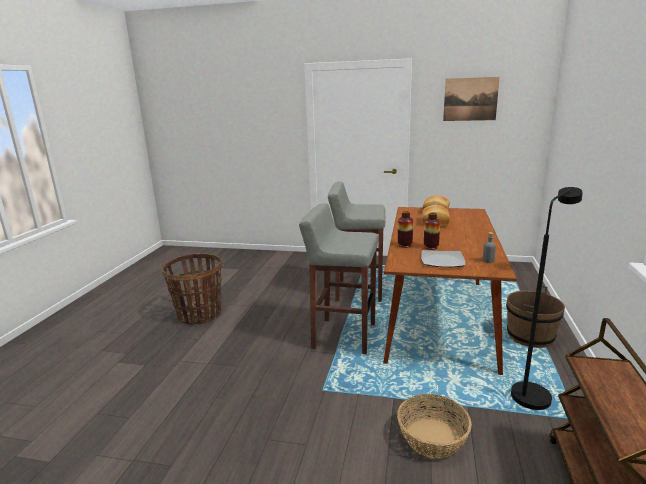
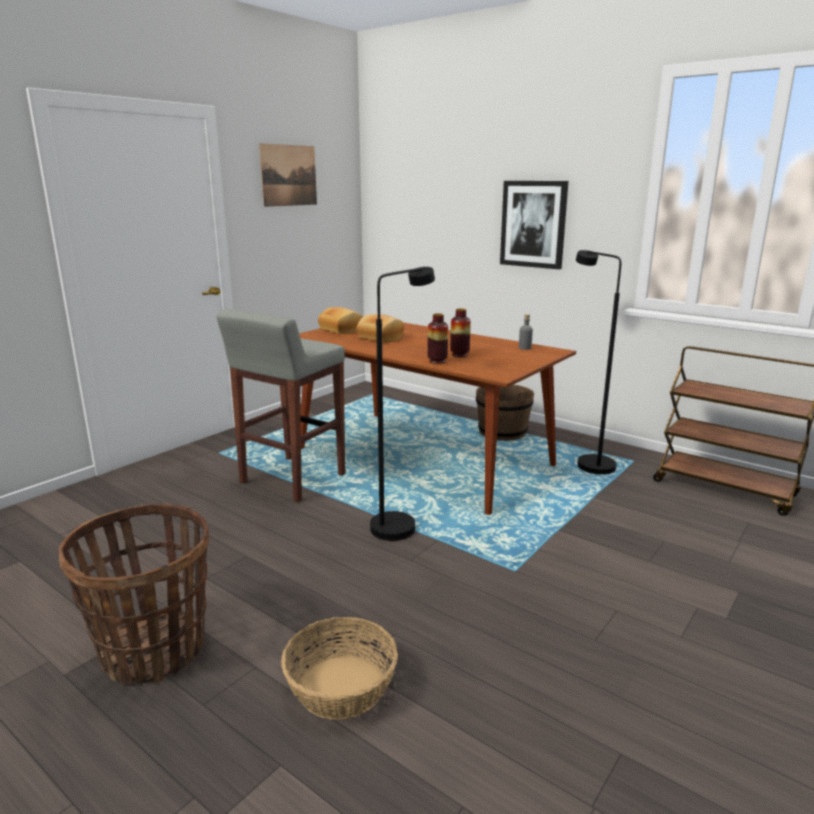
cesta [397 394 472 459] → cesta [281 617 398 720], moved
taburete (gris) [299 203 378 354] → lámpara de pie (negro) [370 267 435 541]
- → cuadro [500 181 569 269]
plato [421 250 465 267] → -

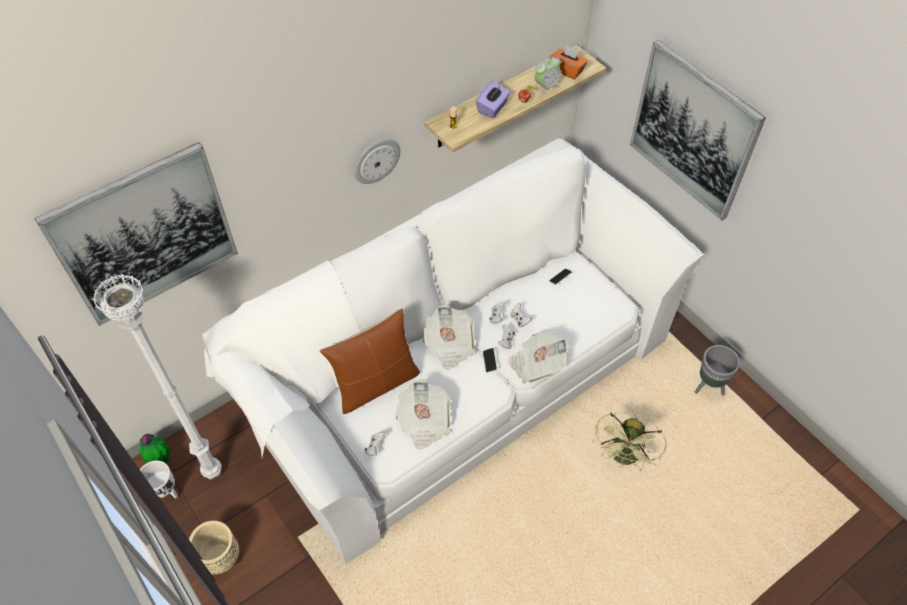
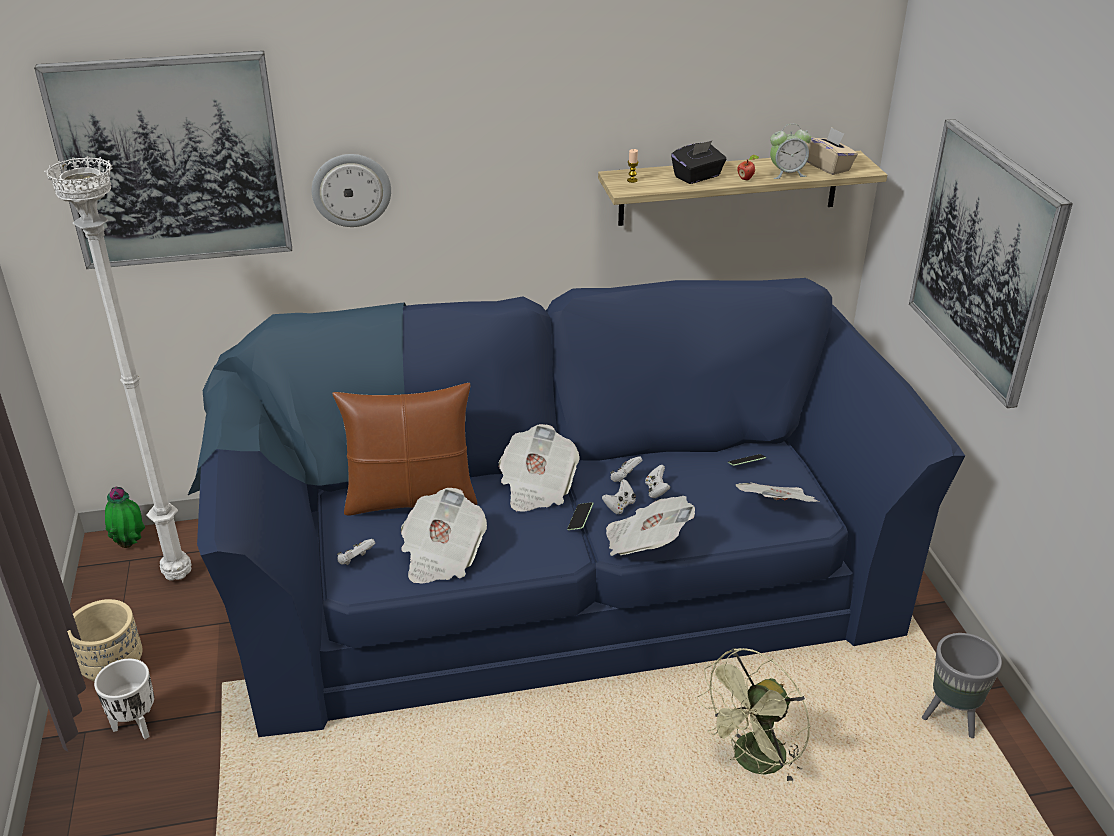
maceta (blanco) [140 460 178 499] → maceta (blanco) [94 659 154 739], moved
sofá (blanco) [203 138 704 564] → sofá (azul) [187 278 965 737]
reloj de pared [354 139 400 184] → reloj de pared [312 154 391 227], moved
caja de pañuelos (morado) [476 81 510 118] → caja de pañuelos (negro) [671 141 726 184]
- → periódico [735 482 819 502]
caja de pañuelos (naranja) [550 45 588 79] → caja de pañuelos (beis) [805 127 858 175]

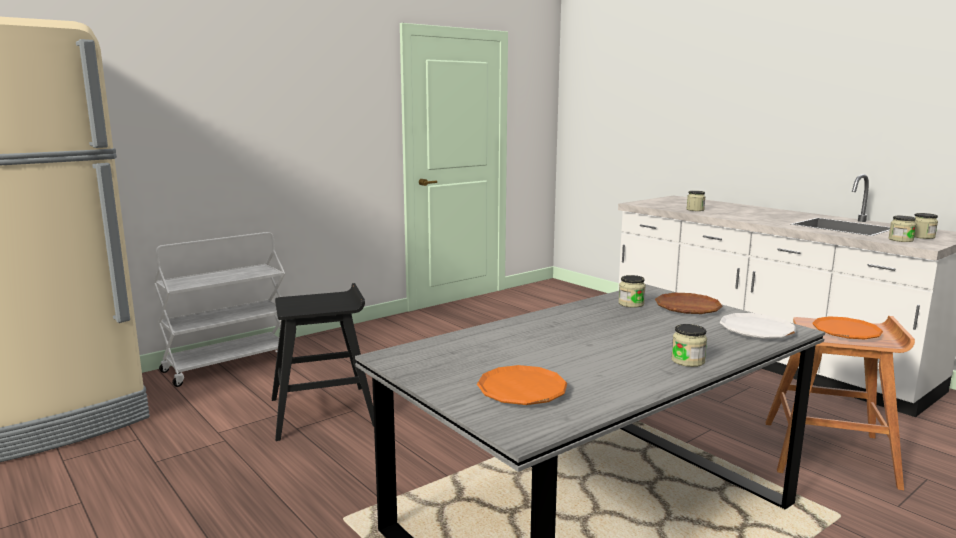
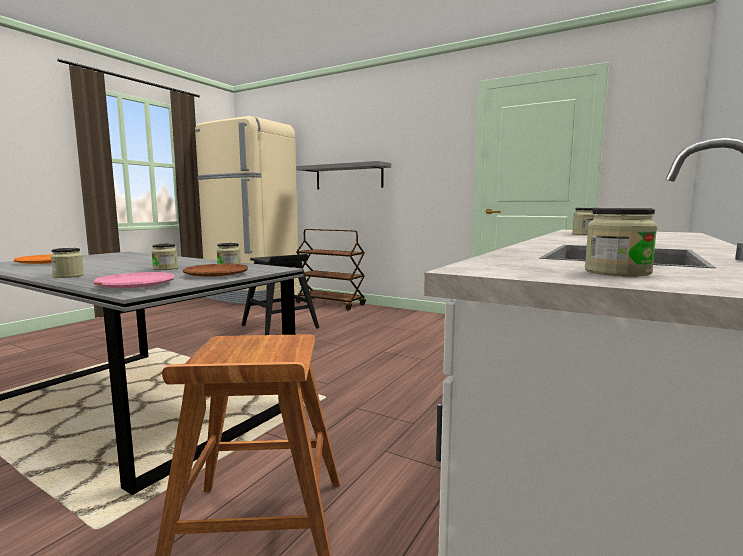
plato (blanco) [720 313 796 339] → plato (rosa) [93 272 174 288]
tarro [888 216 916 242] → tarro [151 244 178 270], moved
- → estante (gris) [296 161 391 190]
carrito (blanco) [153 232 285 387] → carrito (marrón) [296 229 366 310]
plato (naranja) [812 316 883 339] → -

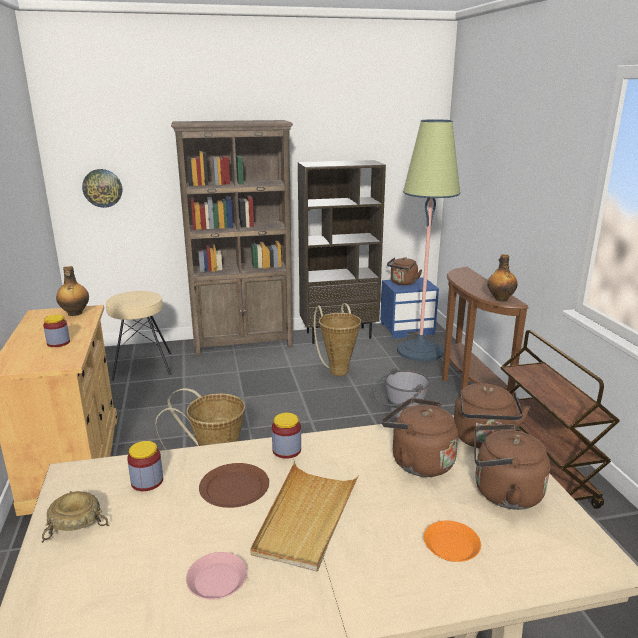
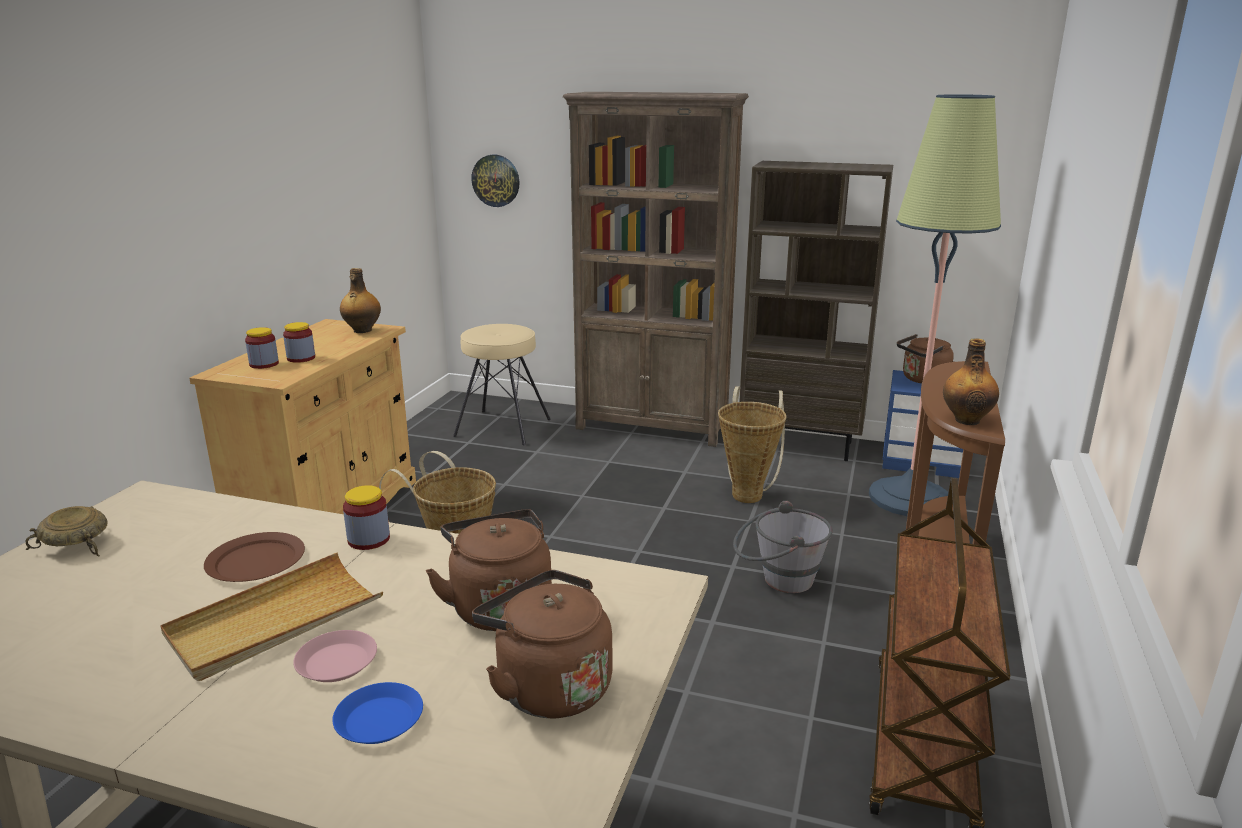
tarro [127 441 163 491] → tarro [245 327 279 369], moved
plato (rosa) [186 552 247 600] → plato (rosa) [293 630 377 682], moved
plato (naranja) [424 521 481 562] → plato (azul) [332 682 423 744]
hervidor (marrón) [454 383 530 448] → -

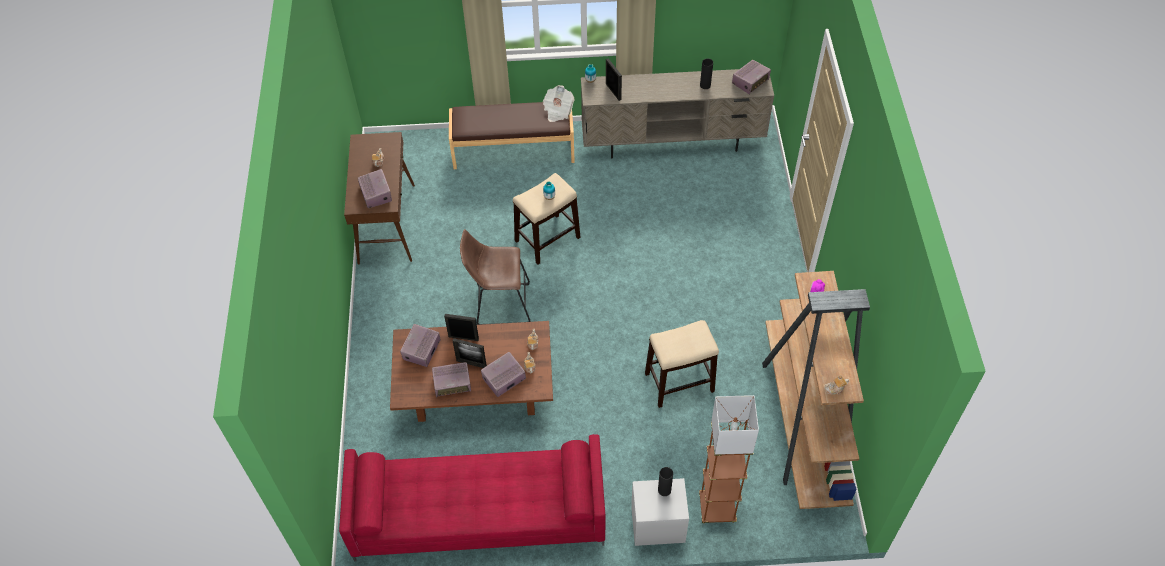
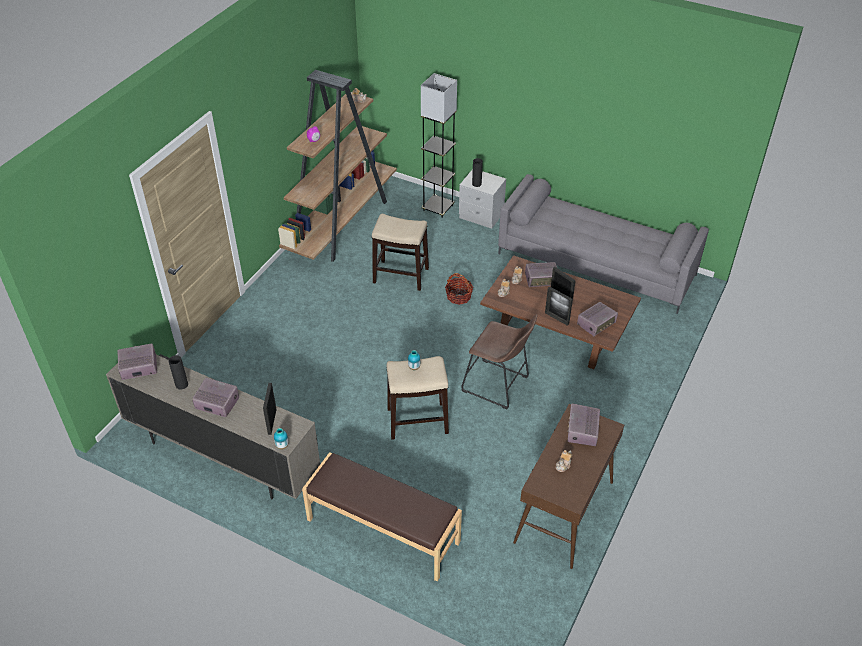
radio [432 362 471 397] → radio [192 378 239 417], moved
lámpara de pie (marrón) [699 395 759 523] → lámpara de pie (gris) [421 73 457 218]
- → cesta [445 273 473 305]
sofá (rojo) [339 434 605 561] → sofá (gris) [498 174 709 314]
periódico [543 85 574 122] → -

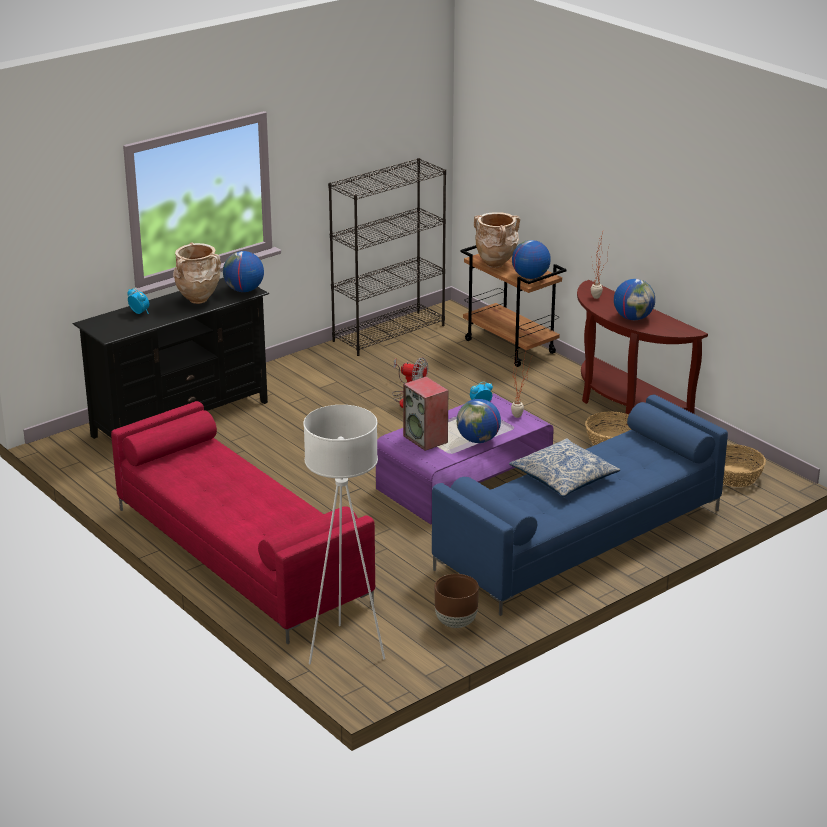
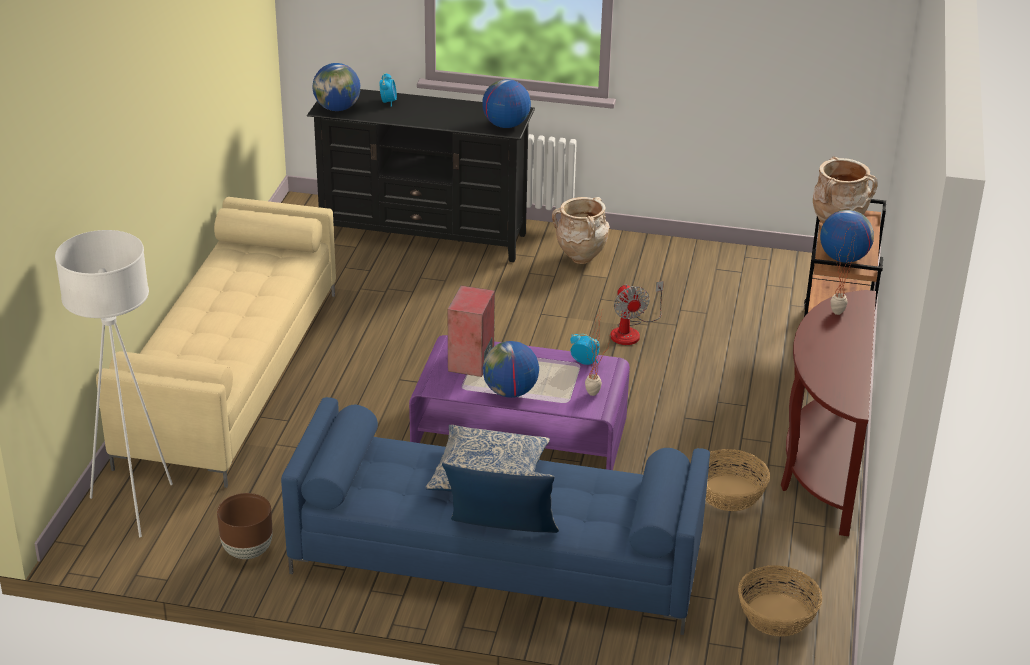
sofá (rojo) [111 401 375 644] → sofá (beis) [96 197 336 488]
globo terráqueo [614 279 655 320] → globo terráqueo [313 63 360 111], moved
- → cojín [442 462 559 533]
florero (beis) [173 242 221 304] → florero (beis) [552 197 610 264], moved
estantería (negro) [328 158 446 356] → -

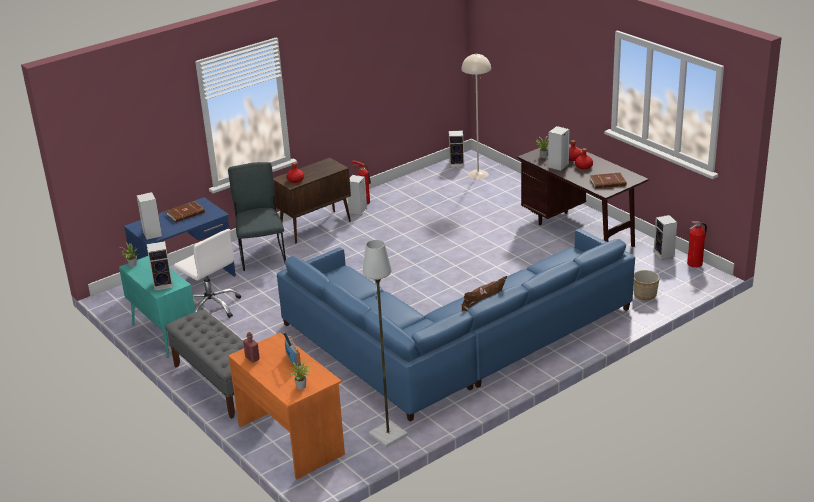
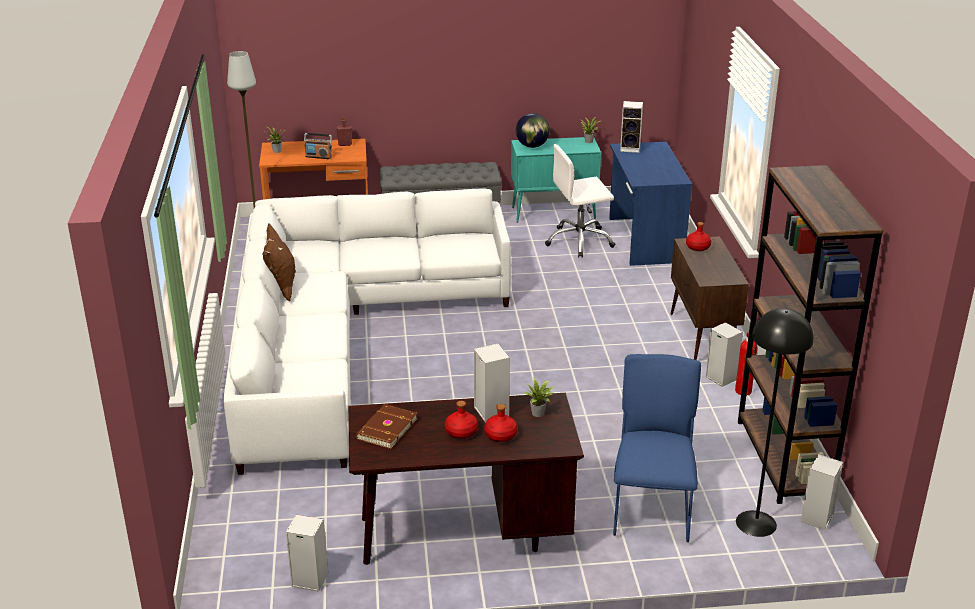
sofá (azul) [277 229 635 422] → sofá (blanco) [224 188 511 475]
altavoz [147 241 173 291] → globo terráqueo [516 113 550 148]
- → silla (azul) [613 354 701 542]
lámpara de pie (beis) [462 54 491 179] → lámpara de pie (negro) [736 308 814 537]
- → estantería (marrón) [738 165 883 504]
libro (marrón) [166 201 205 222] → -
silla (gris) [228 162 286 271] → -
maceta [633 270 660 300] → -
extintor [687 221 707 268] → -

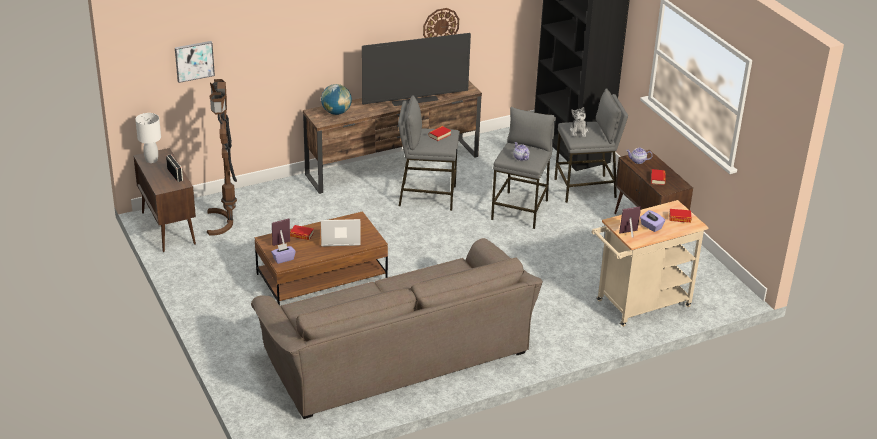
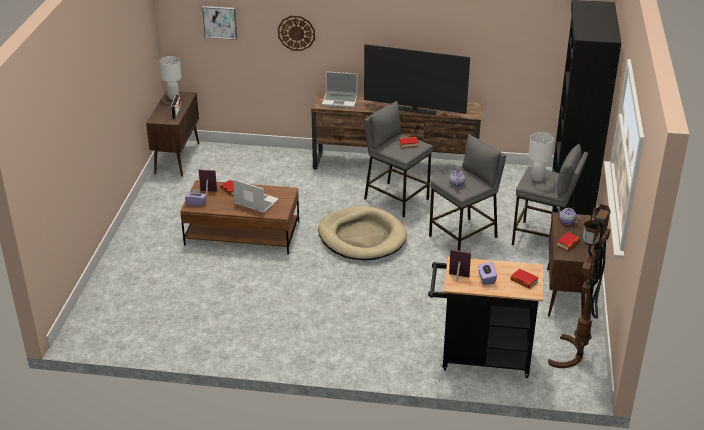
reloj de pared [423 8 459 38] → reloj de pared [278 16 315 51], moved
- → cama para perro (beis) [318 206 407 260]
globo terráqueo [321 84 352 115] → portátil [322 71 358 108]
carrito (beis) [592 200 709 327] → carrito (negro) [428 257 543 378]
peluche [570 107 589 137] → lámpara de mesa (blanco) [529 132 554 181]
lámpara de pie (marrón) [207 79 237 236] → lámpara de pie (marrón) [548 204 611 368], moved
sofá (marrón) [251 238 543 419] → -

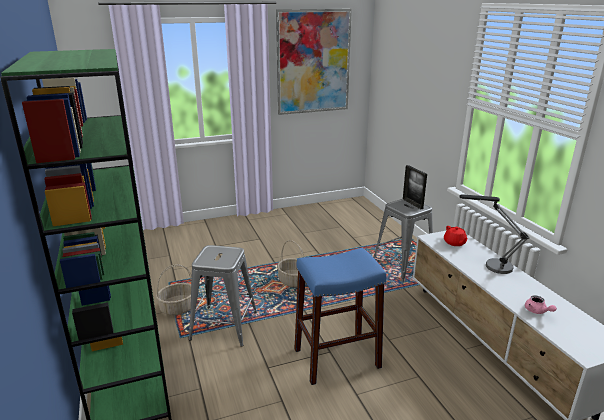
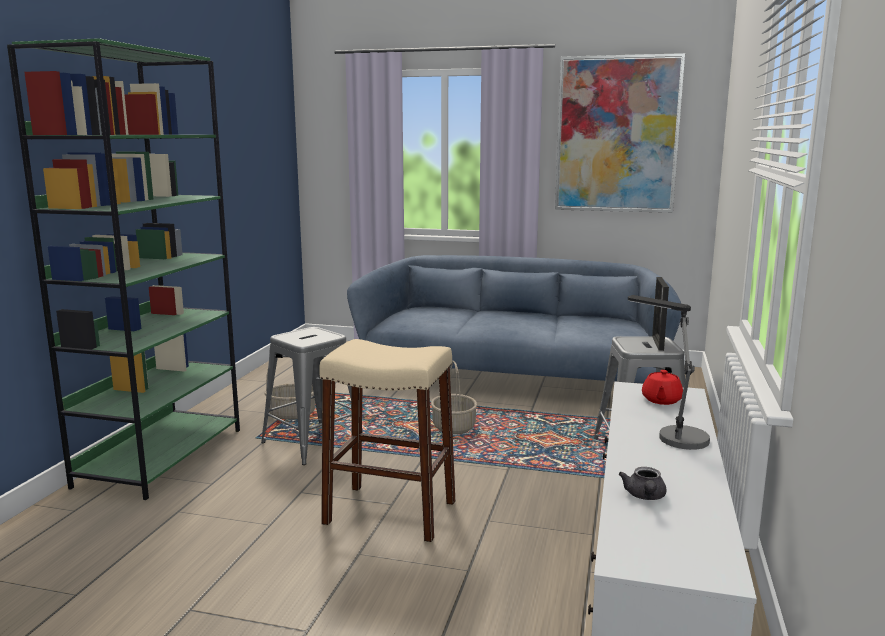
taburete (azul) [294 248 387 385] → taburete (beis) [319 339 455 542]
- → sofá (azul) [347 255 682 384]
tetera (rosa) [525 295 557 314] → tetera (gris) [619 467 666 500]

